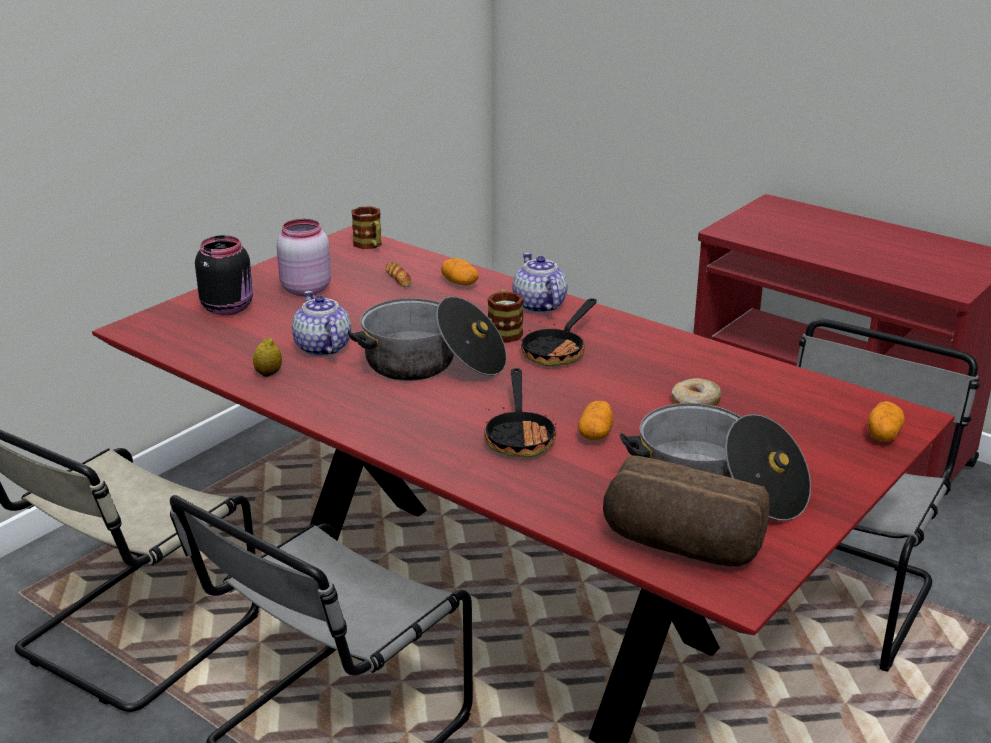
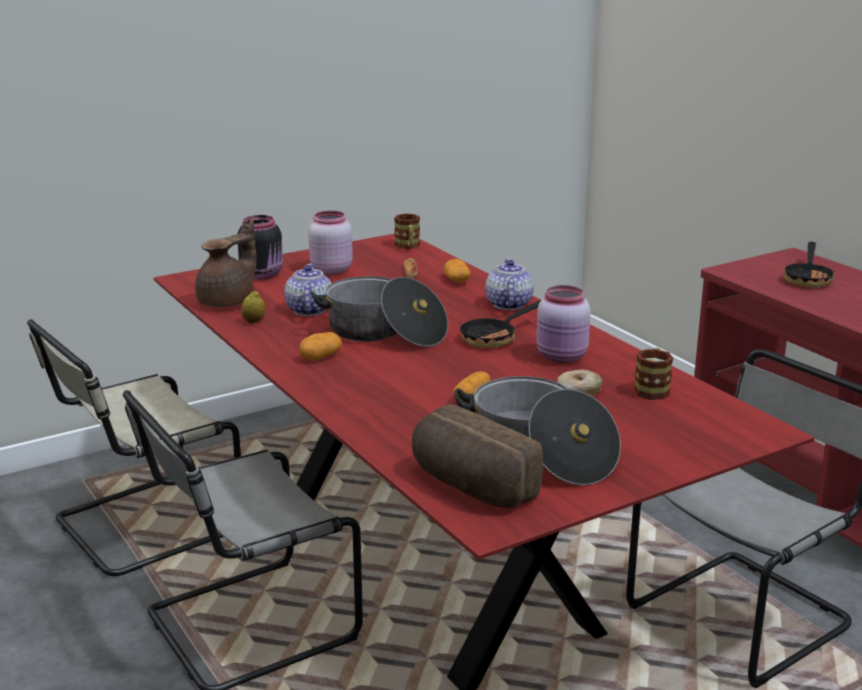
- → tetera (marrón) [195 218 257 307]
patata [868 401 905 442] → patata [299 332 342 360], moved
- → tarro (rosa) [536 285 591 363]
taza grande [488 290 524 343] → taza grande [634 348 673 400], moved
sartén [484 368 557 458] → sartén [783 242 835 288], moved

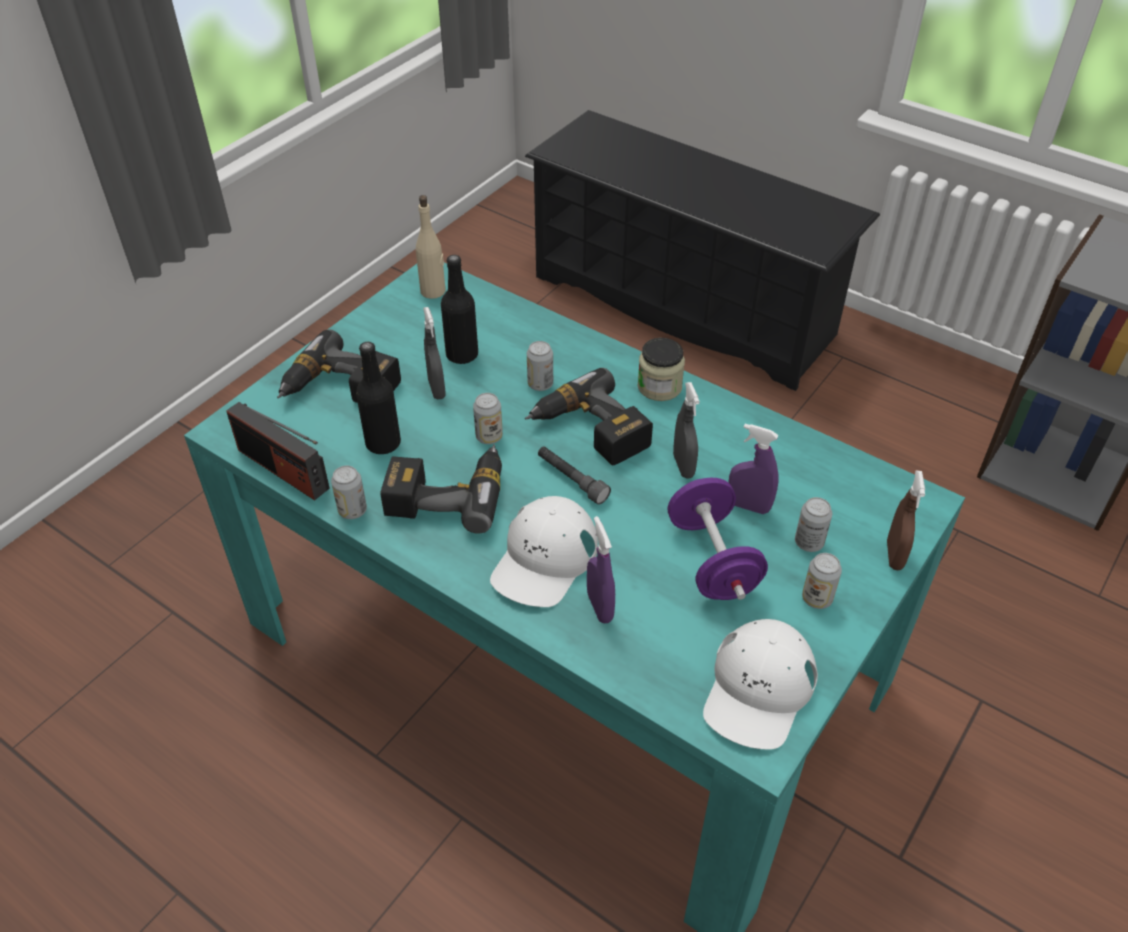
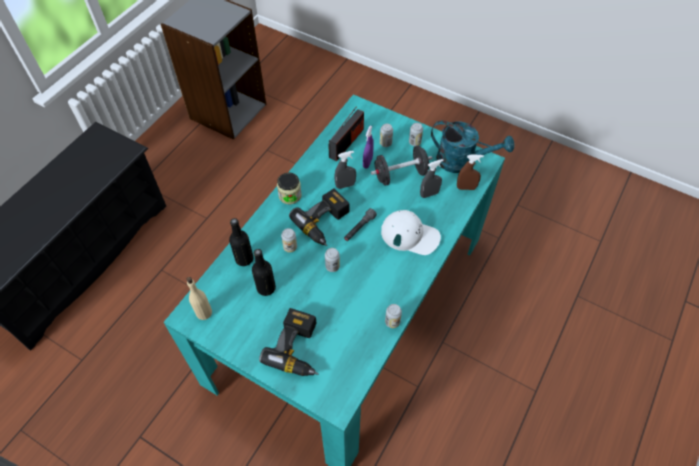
botella (negro) [356 342 401 454] → botella (negro) [229 218 254 266], moved
radio [226 402 330 500] → radio [328 106 364 161], moved
mancuerna (morado) [668 478 768 600] → mancuerna (negro) [371 145 432 186]
pulverizador (gris) [423 307 446 399] → pulverizador (gris) [420 159 444 198], moved
gorra (blanco) [703 619 818 749] → regadera (turquesa) [431 120 514 173]
pulverizador (marrón) [887 470 925 570] → pulverizador (marrón) [457 155 484 190], moved
taladro [381 444 502 534] → -
pulverizador (morado) [587 516 615 623] → -

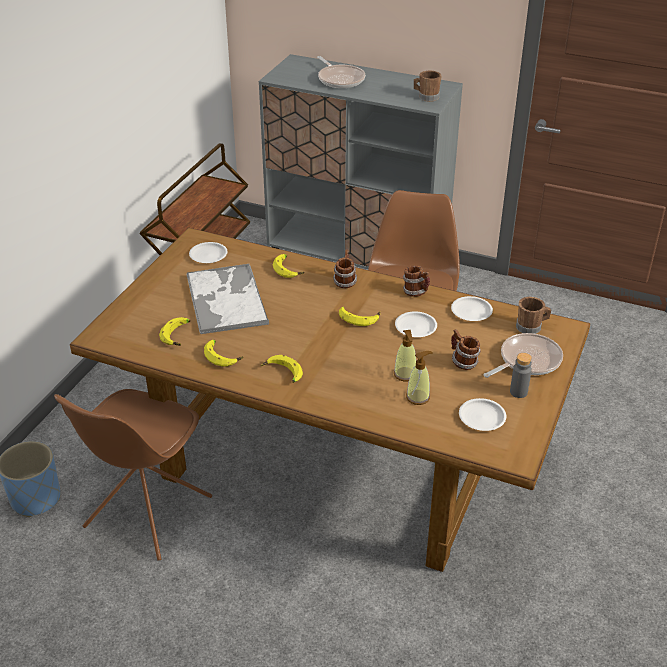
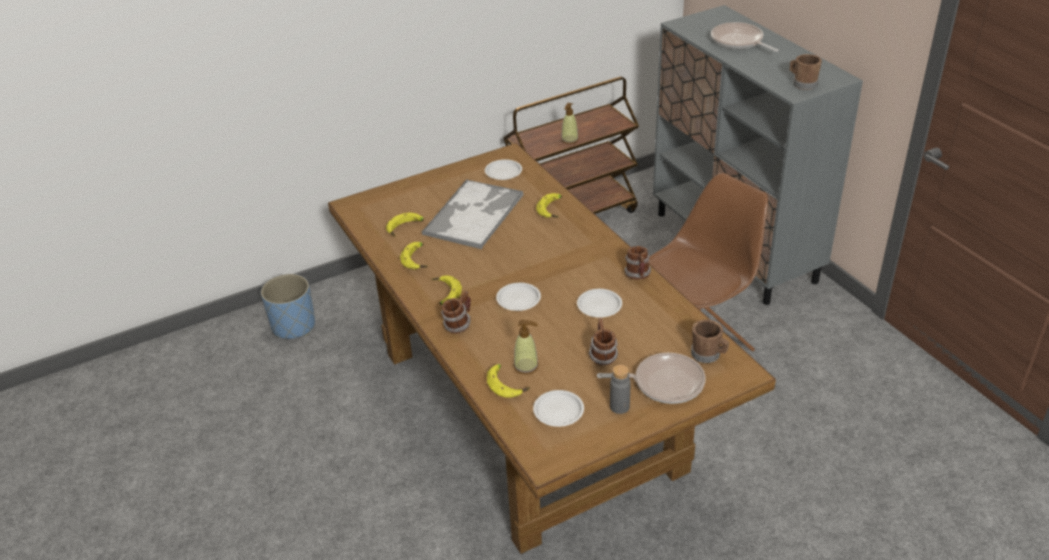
taza grande [333 249 357 288] → taza grande [441 291 471 334], moved
plátano [339 307 380 326] → plátano [487 364 530 398], moved
plato (blanco) [451 296 493 321] → plato (blanco) [496 283 541 311], moved
dispensador de jabón [394 330 416 381] → dispensador de jabón [561 103 579 144], moved
sartén [317 56 365 88] → sartén [711 22 779 52], 135 degrees clockwise
silla (marrón) [54 389 212 561] → -

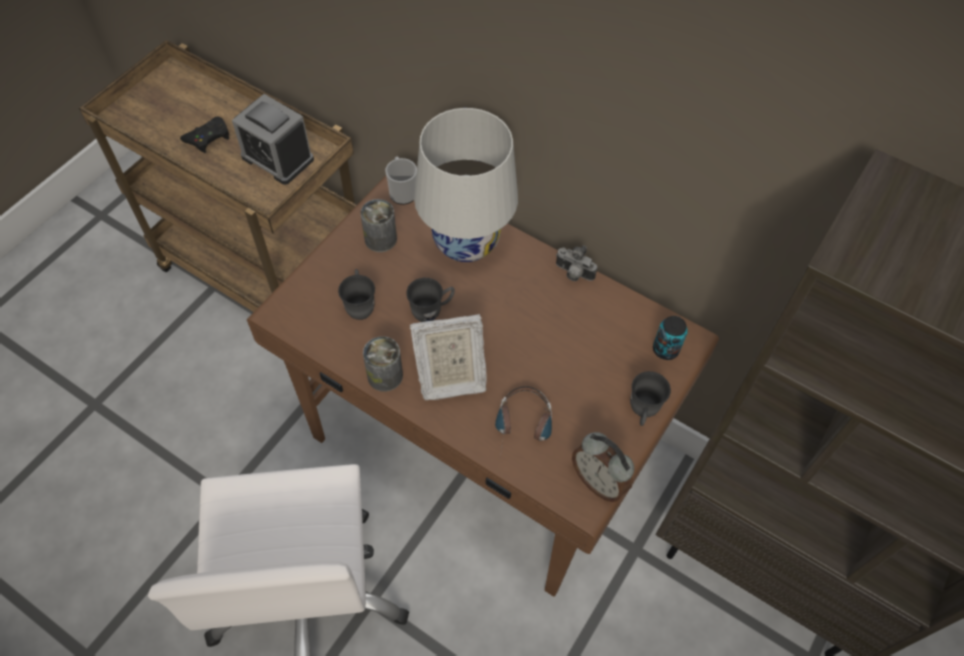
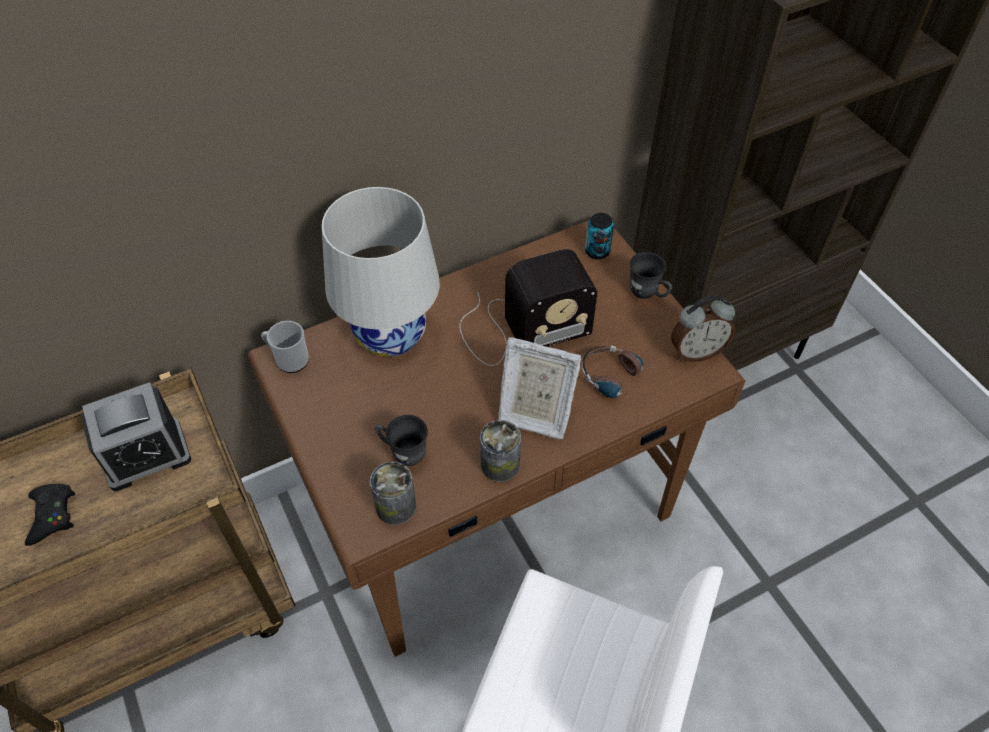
lata [360 199 397 252] → lata [370 462 416 525], moved
- → radio [459 249 597 366]
portarretratos [410 314 487 400] → portarretratos [498 337 581 439], 90 degrees clockwise
taza grande (gris) [406 278 455 322] → -
cámara [556 245 597 281] → -

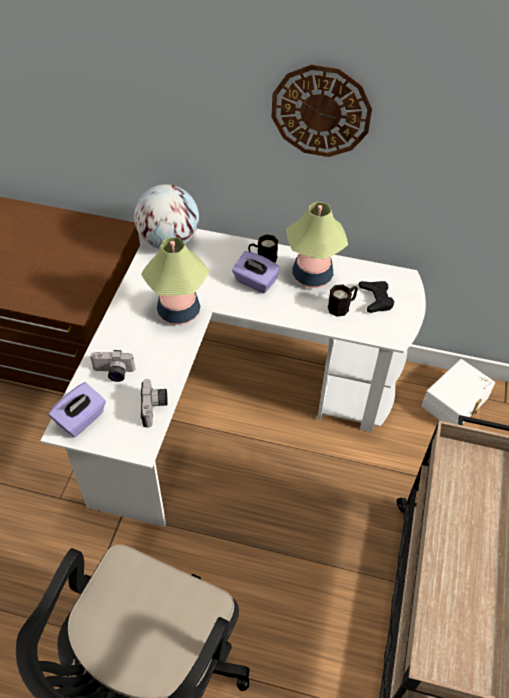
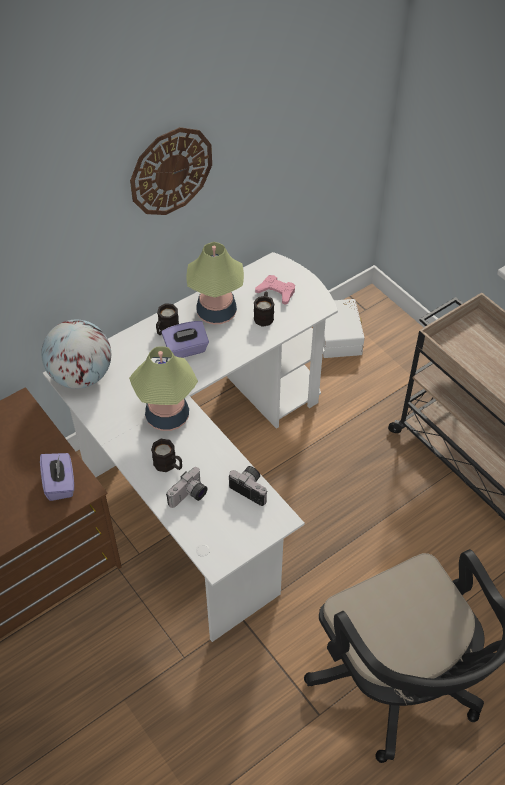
caja de pañuelos (morado) [49 382 106 437] → caja de pañuelos (morado) [40 453 74 501], moved
- → taza grande (negro) [151 439 182 472]
mando de consola (negro) [358 281 394 313] → mando de consola (rosa) [255 275 295 305]

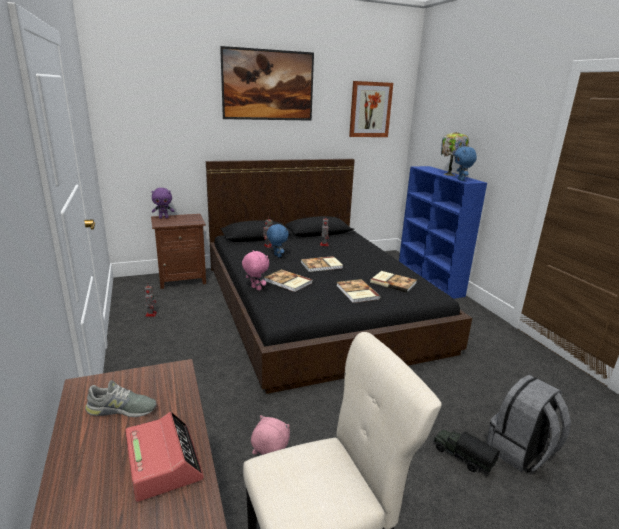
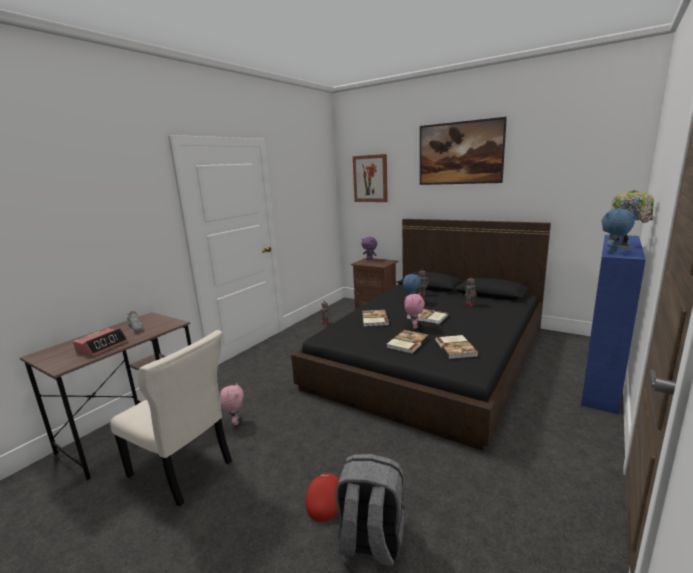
camión de juguete [433 429 500 473] → gorra (rojo) [305 473 339 522]
cuadro [349 81 393 137] → cuadro [353 154 388 202], moved
peluche (rosa) [242 250 269 291] → peluche (rosa) [404 293 425 329], moved

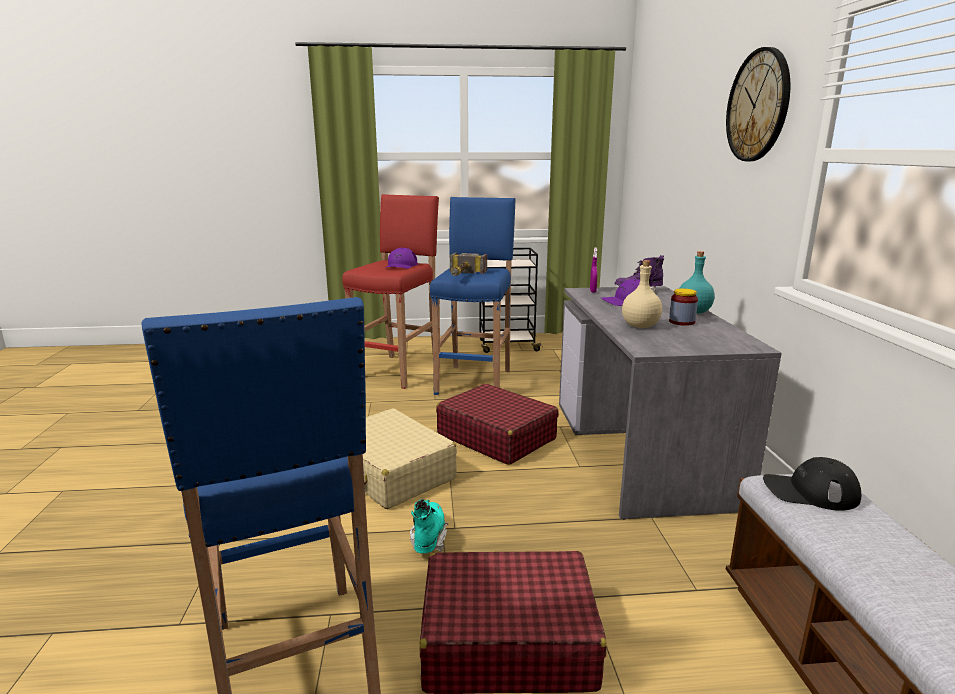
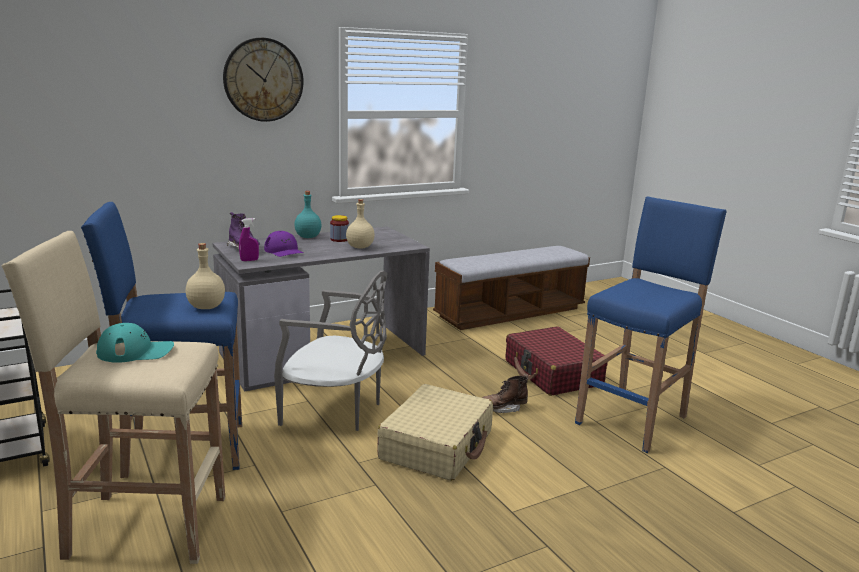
taburete (rojo) [342 194 439 389] → taburete (beis) [2 231 225 564]
gorra (morado) [385 248 418 269] → gorra (turquesa) [96 323 174 363]
martillo [450 253 487 276] → botella (beis) [186 243 225 309]
maleta (rojo) [436 384 559 465] → silla (gris) [274 271 388 431]
bota (turquesa) [410 499 448 553] → bota (marrón) [482 374 529 413]
gorra (negro) [763 457 861 511] → -

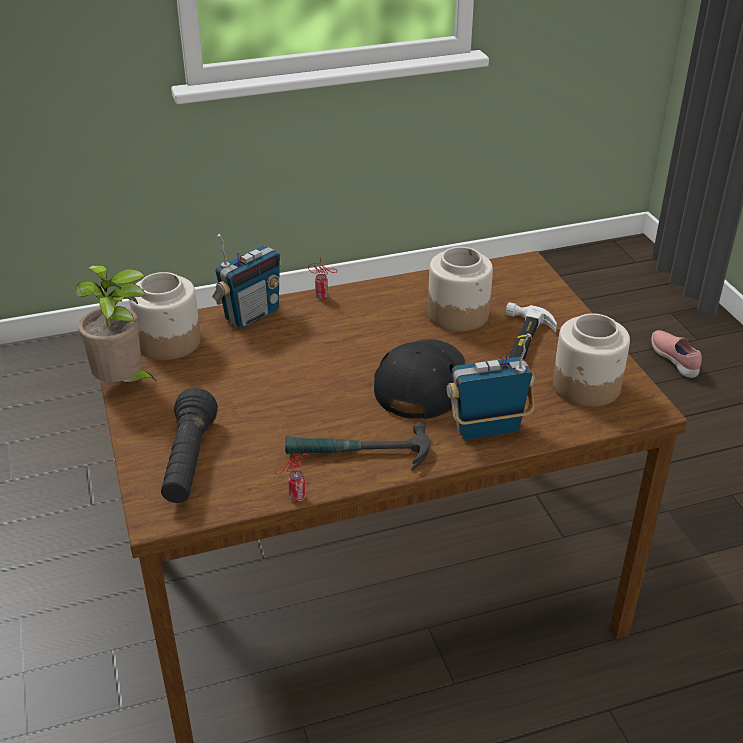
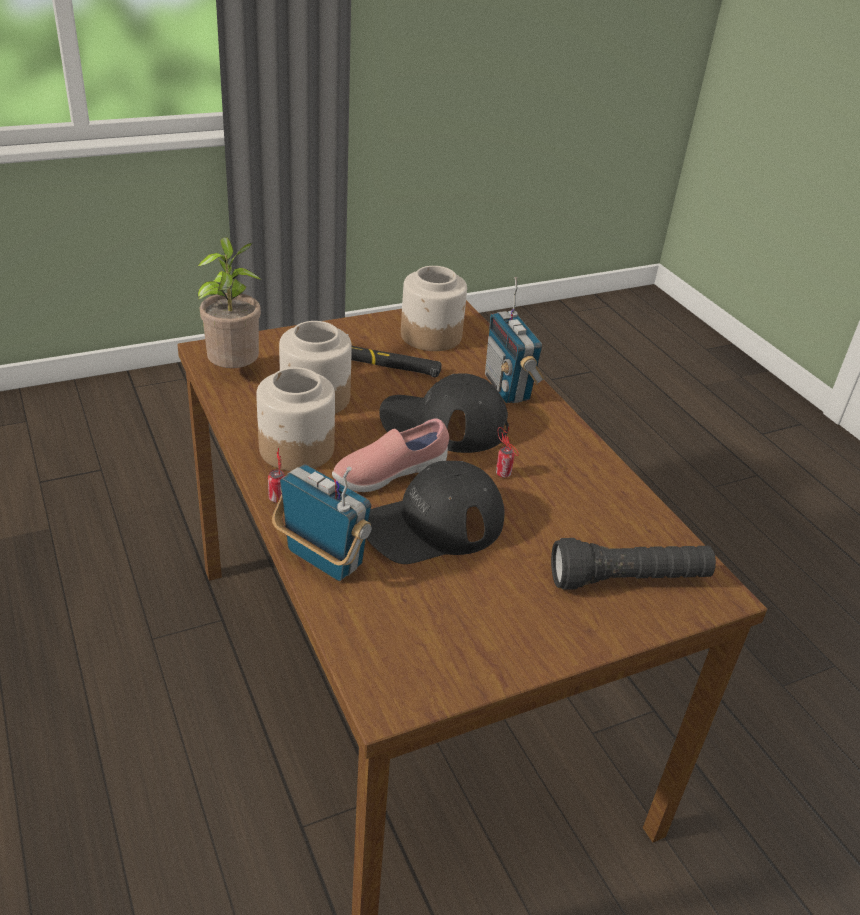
planta en maceta [76 265 156 383] → planta en maceta [197 237 261 368], moved
tarro [129 272 201 360] → tarro [256 367 335 471], moved
zapato (rosa) [651 330 702 378] → zapato (rosa) [332 418 449 492], moved
- → gorra (negro) [366 461 504 564]
lata [275 451 310 502] → lata [496 426 519 478], moved
martillo [285 422 429 470] → -

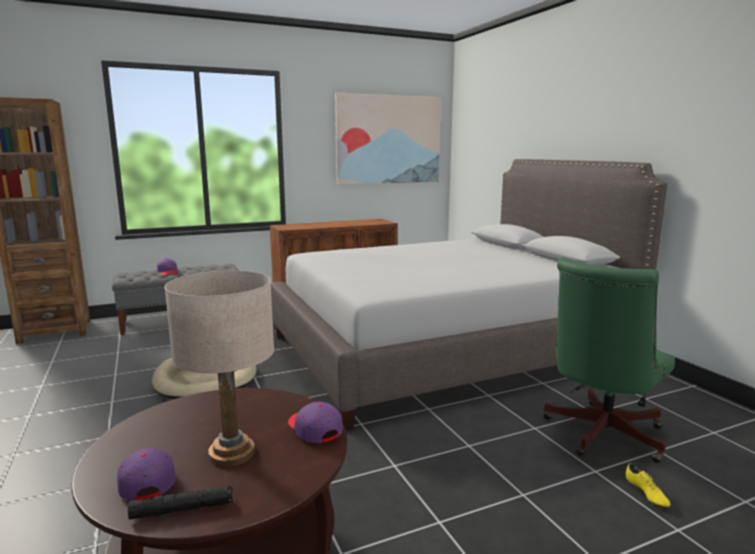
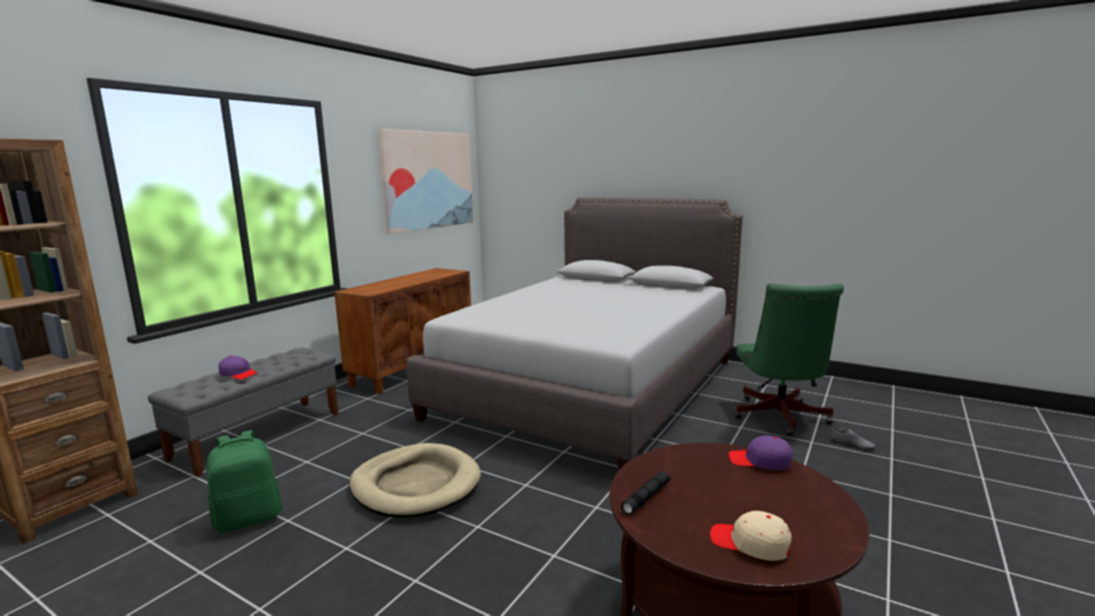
- → mochila (verde) [207 430 283 534]
linterna (negro) [128 486 232 520] → linterna (negro) [621 471 670 515], moved
gorra (morado) [117 448 176 501] → gorra (beis) [710 511 792 561]
zapato (amarillo) [626 463 670 508] → zapato (gris) [831 428 875 450]
lámpara de mesa (beis) [164 271 274 467] → -

